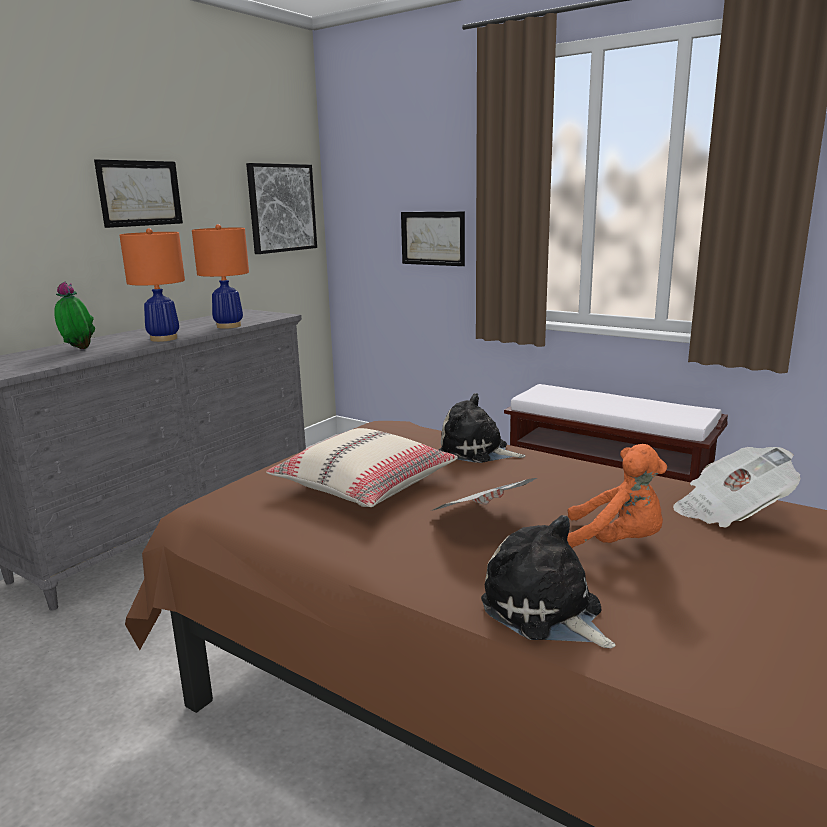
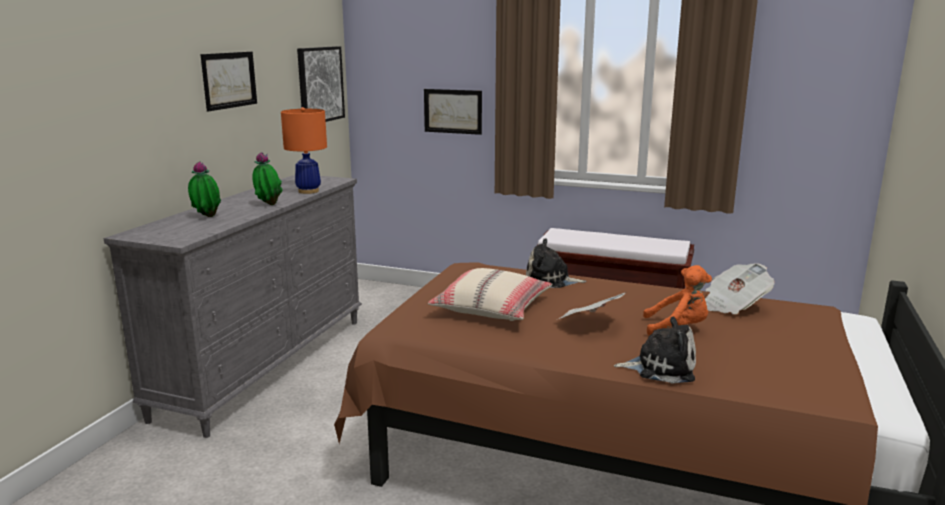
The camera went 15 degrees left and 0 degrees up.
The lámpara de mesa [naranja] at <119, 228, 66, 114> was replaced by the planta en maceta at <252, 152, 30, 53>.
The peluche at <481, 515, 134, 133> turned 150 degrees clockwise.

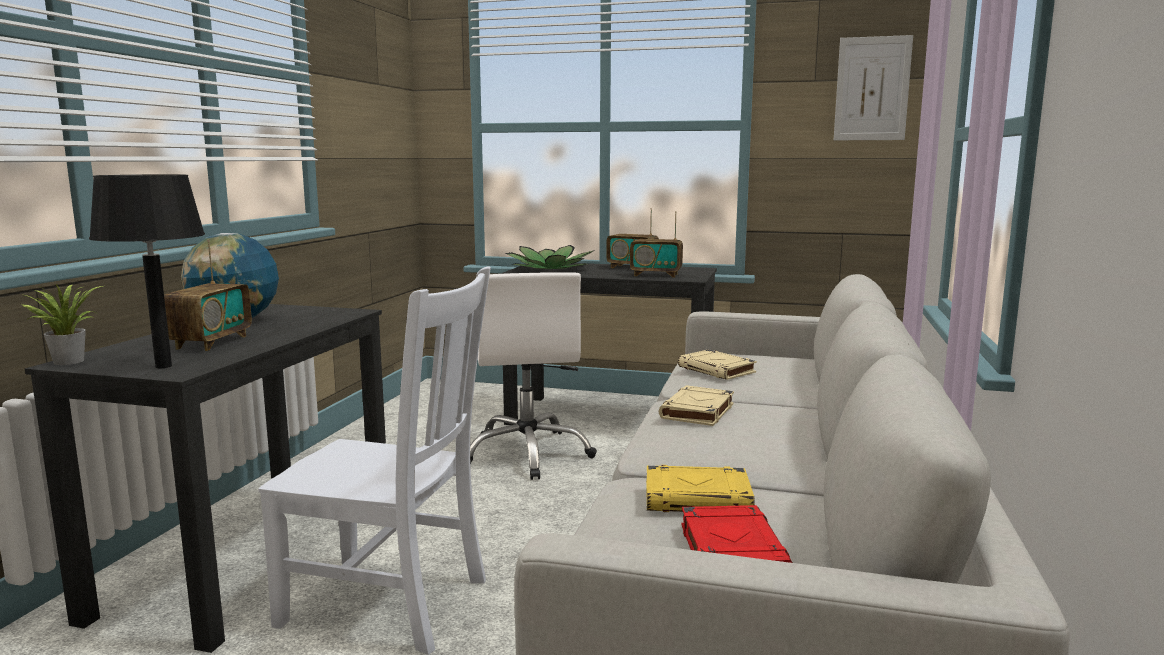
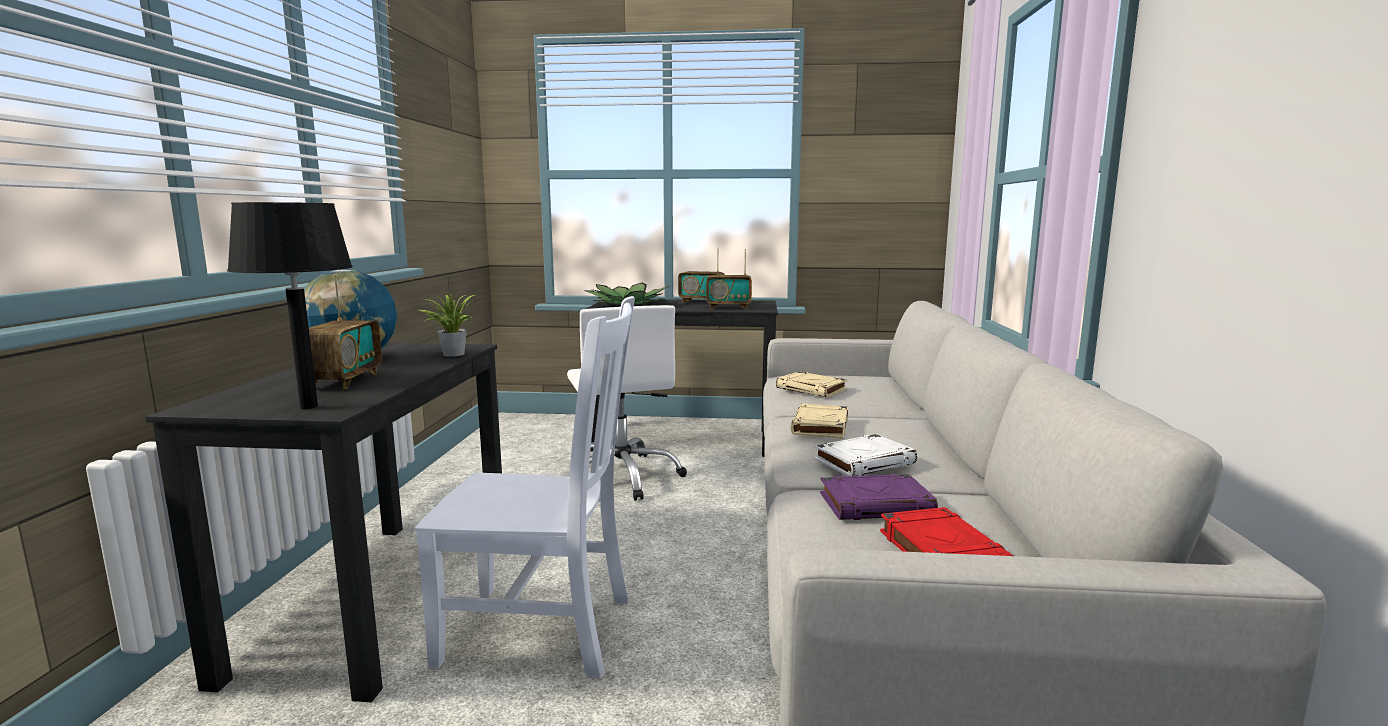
The camera went 10 degrees left and 0 degrees up.
The planta en maceta moved from <21, 283, 82, 82> to <419, 293, 56, 64>.
The libro [blanco] at <814, 434, 103, 42> appeared.
The libro [amarillo] at <646, 465, 109, 47> became the libro [morado] at <820, 474, 118, 46>.
The cuadro at <834, 35, 79, 105> disappeared.

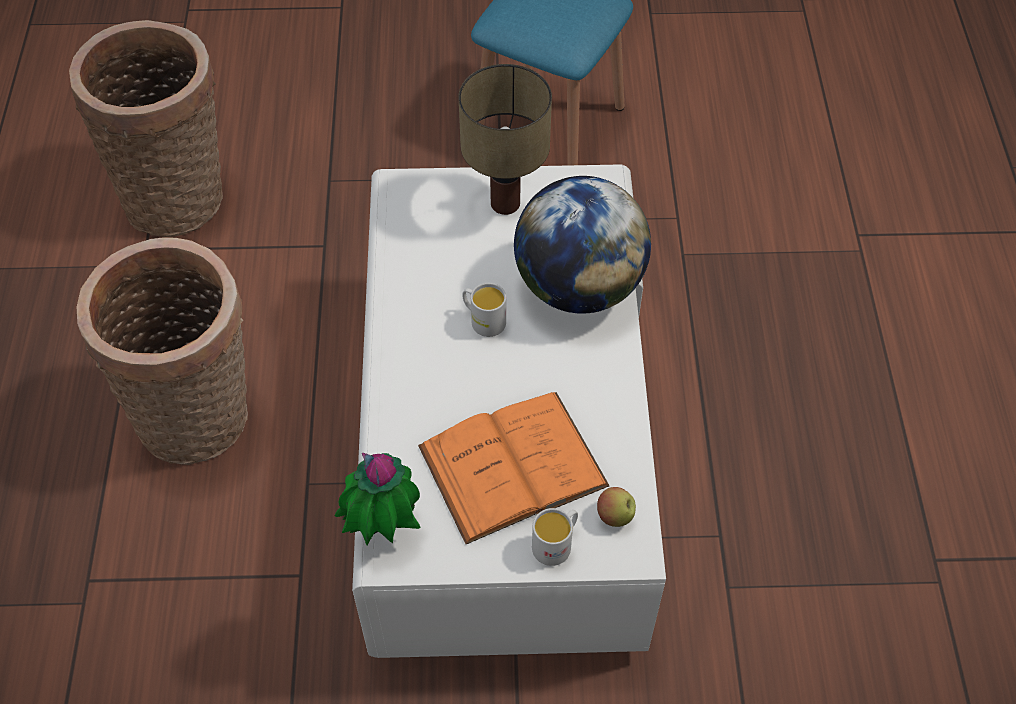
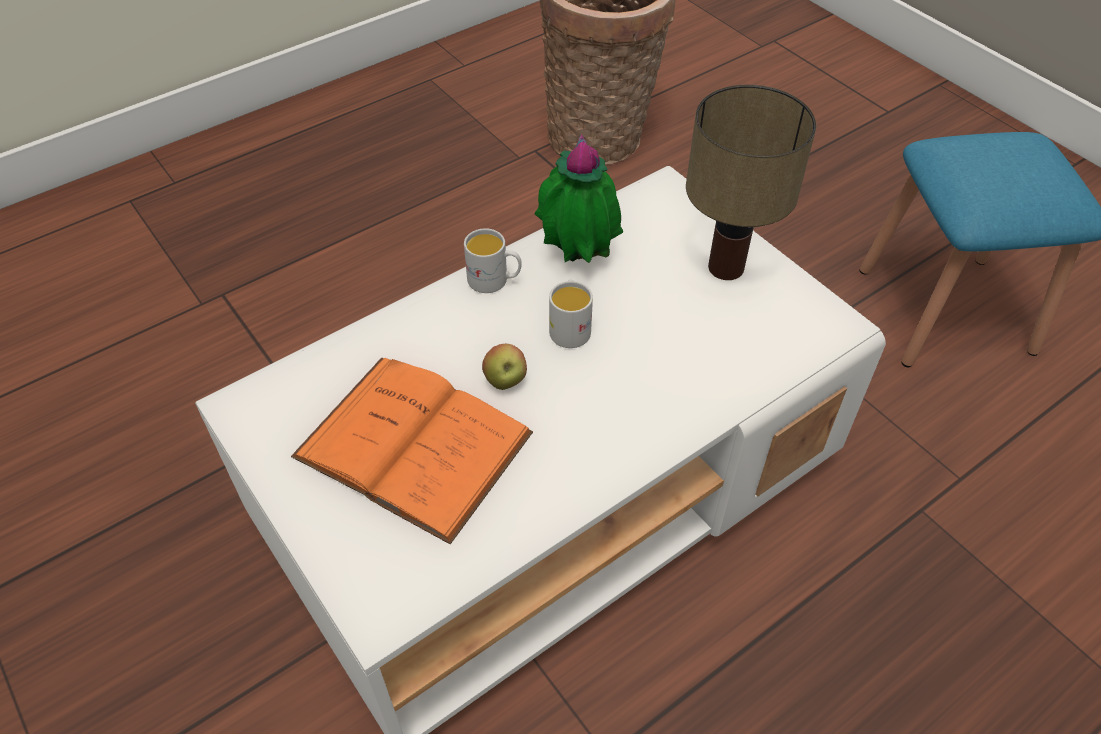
The camera went 55 degrees right and 5 degrees down.
The taza grande [blanco] moved from <532, 508, 46, 58> to <464, 228, 58, 65>.
The manzana moved from <597, 487, 39, 40> to <482, 344, 45, 46>.
The planta en maceta moved from <335, 453, 85, 92> to <535, 134, 88, 129>.
The cesta at <77, 237, 171, 228> disappeared.
The globo terráqueo at <514, 176, 137, 137> disappeared.

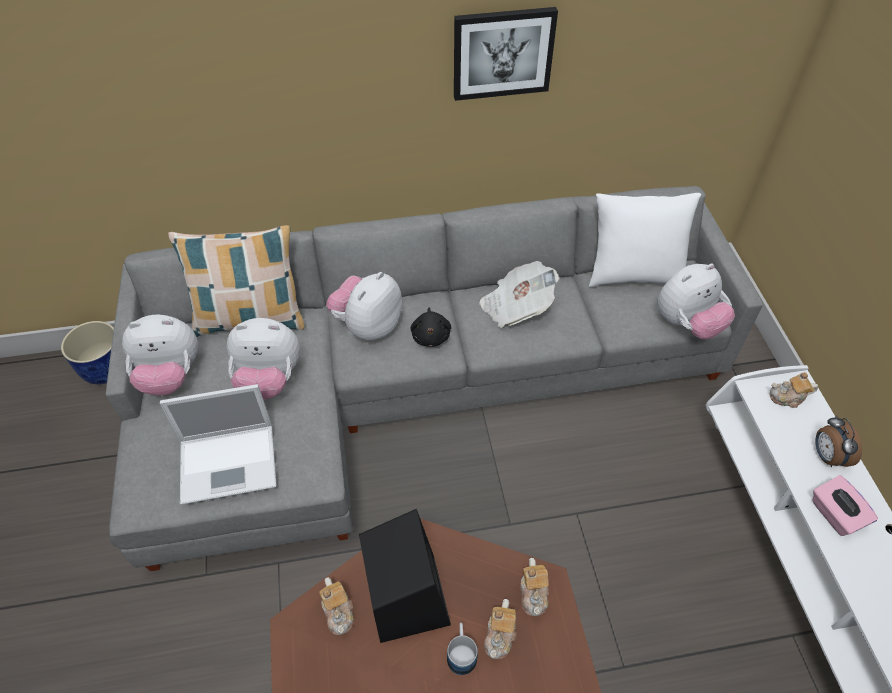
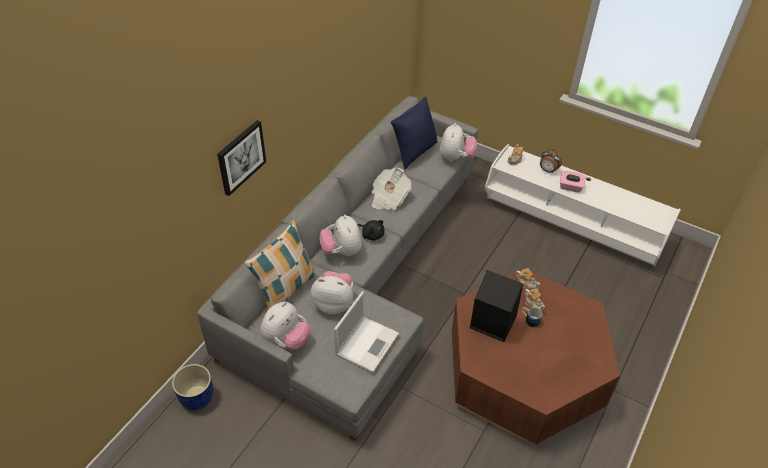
The camera went 50 degrees left and 5 degrees down.
The cuadro moved from <454, 7, 104, 94> to <217, 120, 49, 76>.
The peluche at <227, 318, 73, 82> turned 120 degrees counterclockwise.
The cojín [blanco] at <589, 193, 112, 94> became the cojín [azul] at <391, 97, 47, 73>.
The tetera at <319, 577, 34, 58> disappeared.

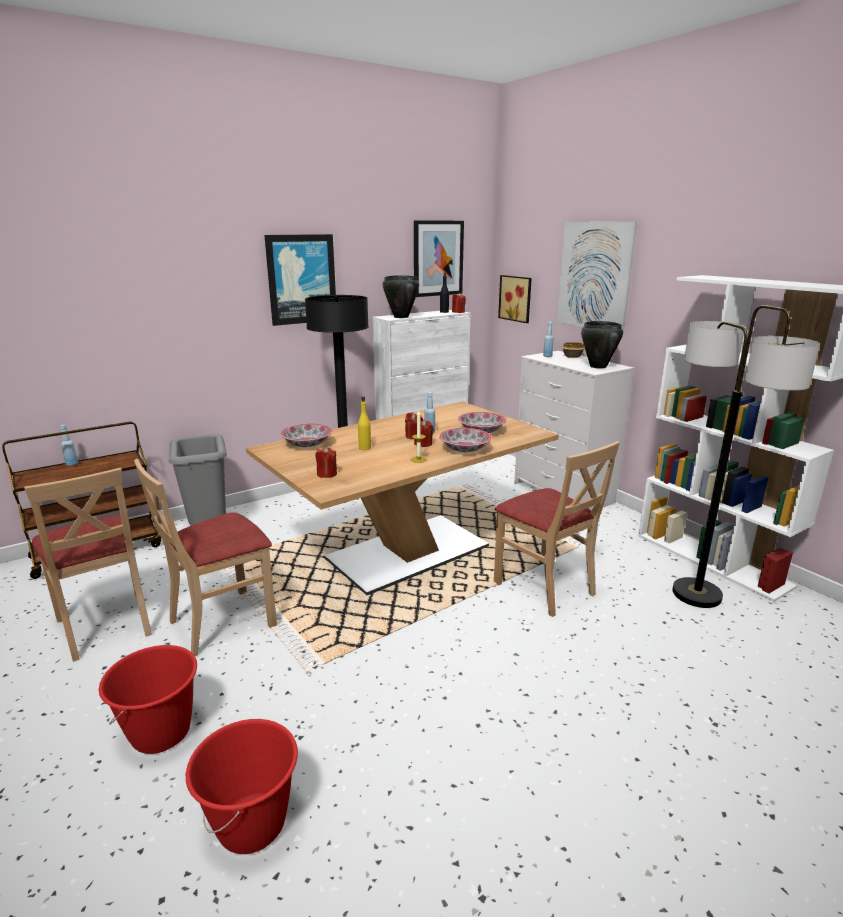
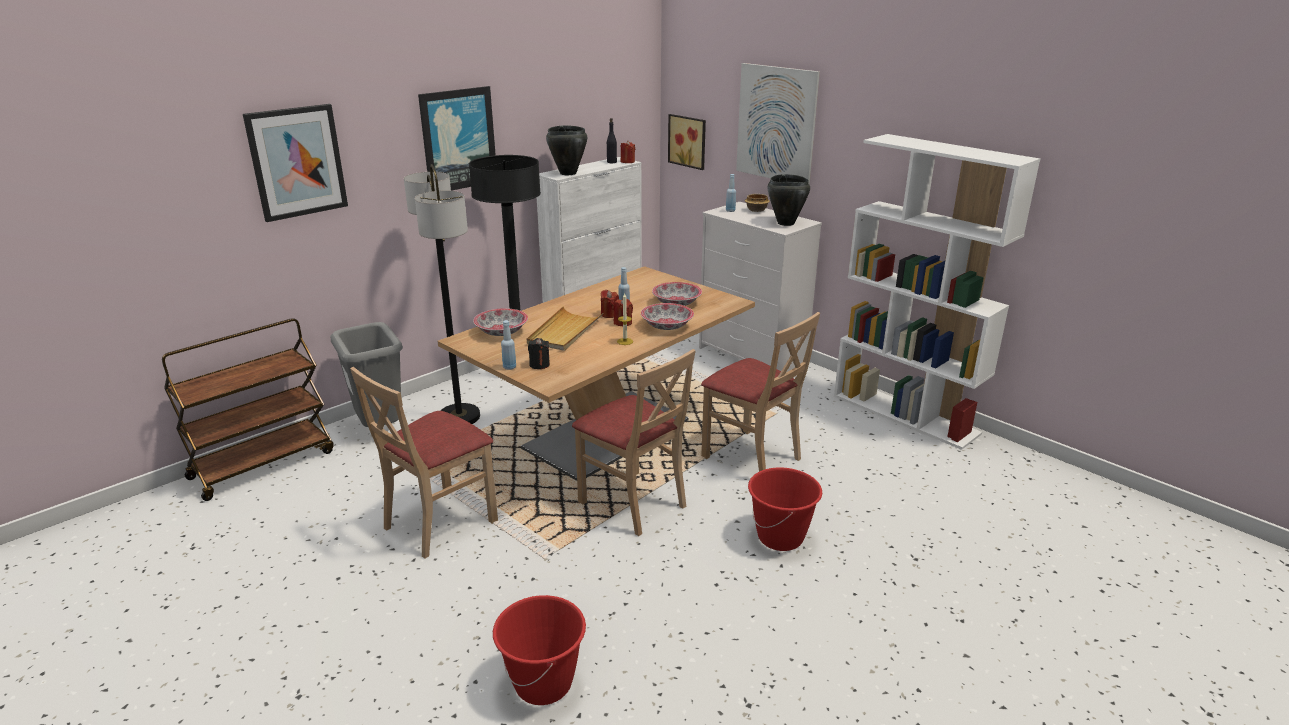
The camera went 10 degrees left and 5 degrees up.
The cuadro moved from <414, 220, 50, 77> to <243, 104, 105, 118>.
The lámpara de pie moved from <673, 305, 147, 303> to <404, 164, 76, 260>.
The botella [azul] moved from <60, 425, 18, 41> to <501, 320, 15, 50>.
The botella [amarillo] at <358, 396, 13, 54> was replaced by the bandeja [beis] at <527, 306, 76, 45>.
The vela [rojo] at <315, 447, 22, 31> became the vela [negro] at <528, 338, 22, 31>.
The silla [beis] moved from <24, 468, 128, 194> to <572, 349, 124, 187>.
The cubo [rojo] moved from <99, 645, 98, 109> to <748, 467, 74, 84>.

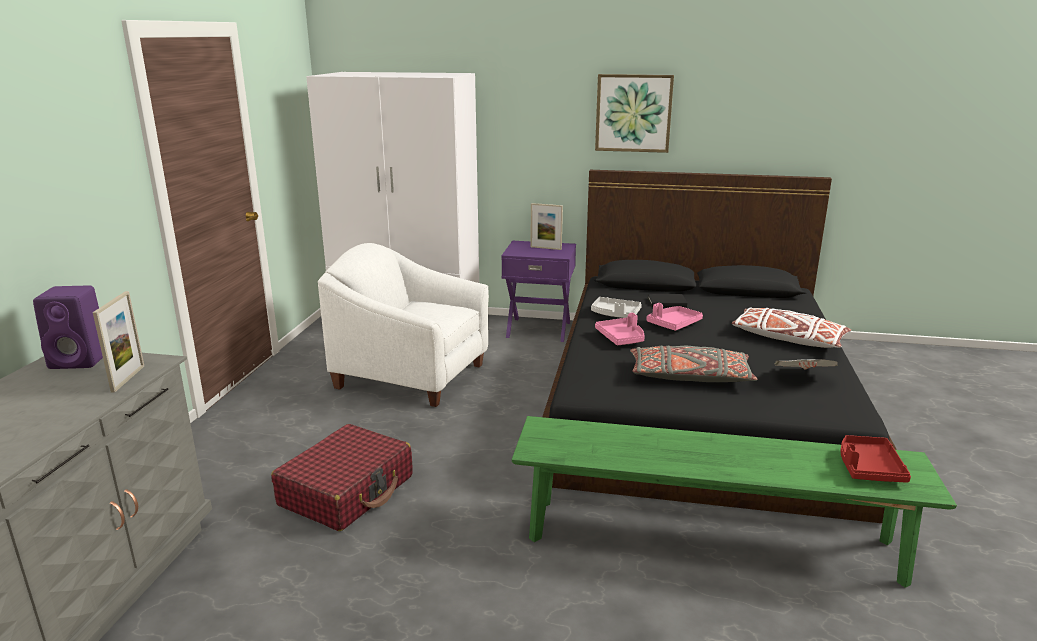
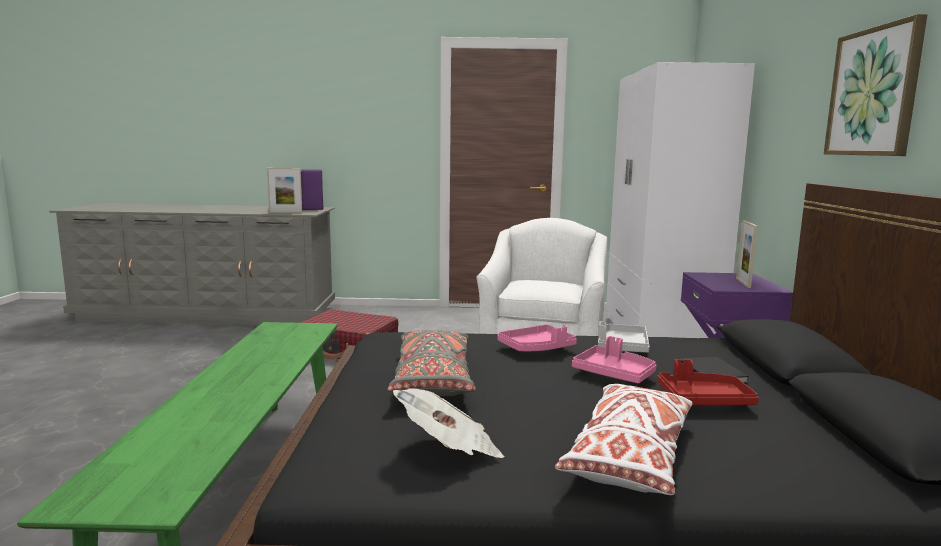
The camera went 80 degrees right and 10 degrees down.
The bandeja [rojo] moved from <841, 435, 70, 48> to <658, 359, 101, 46>.

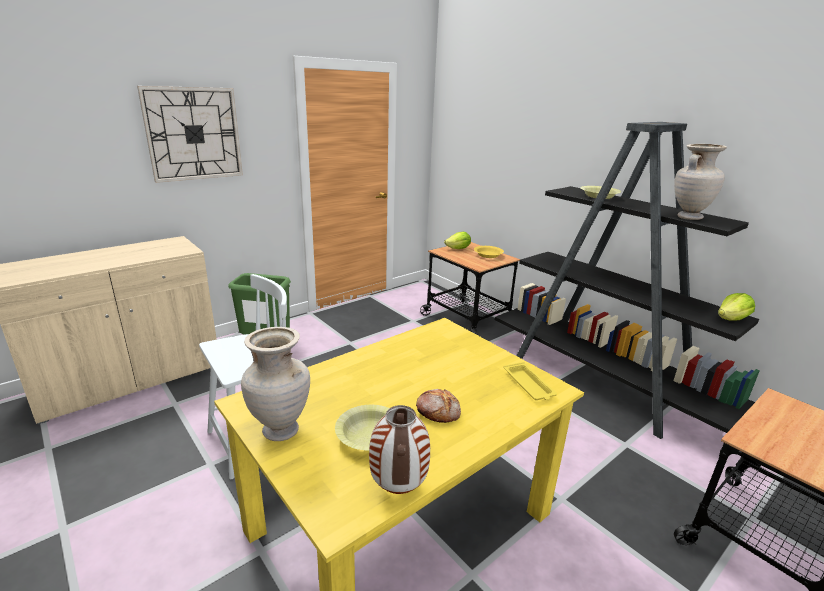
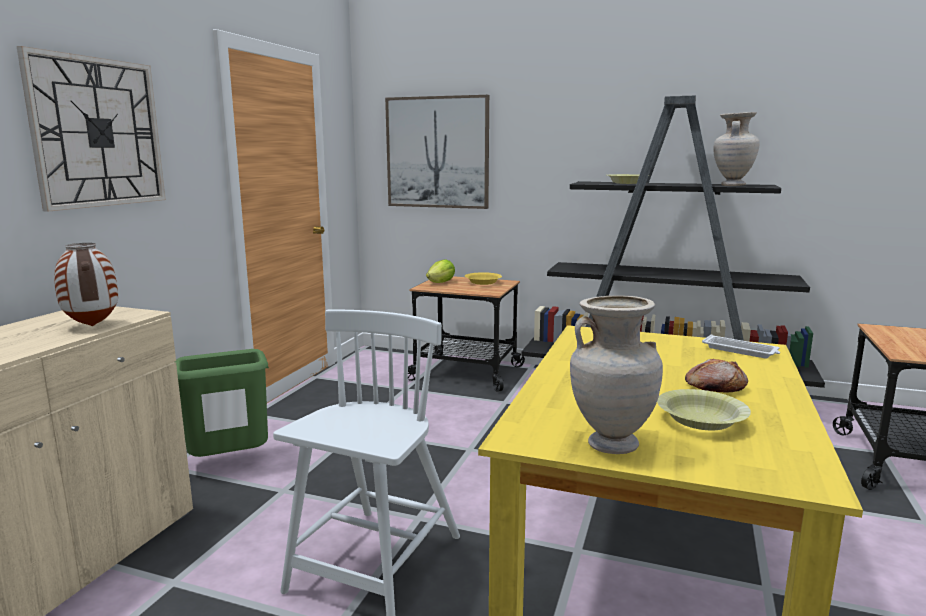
The camera went 30 degrees left and 10 degrees down.
The florero moved from <369, 405, 61, 89> to <54, 243, 64, 83>.
The cuadro at <385, 95, 104, 114> appeared.
The bandeja [amarillo] at <504, 362, 53, 38> became the bandeja [blanco] at <702, 334, 78, 25>.
The lechuga at <718, 293, 37, 28> disappeared.

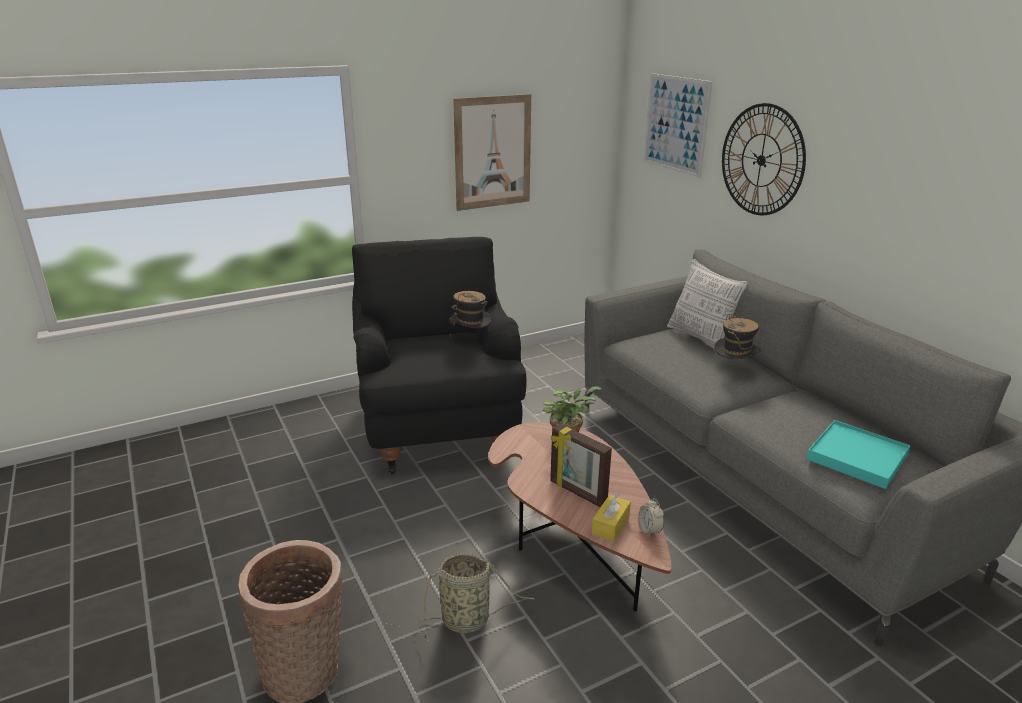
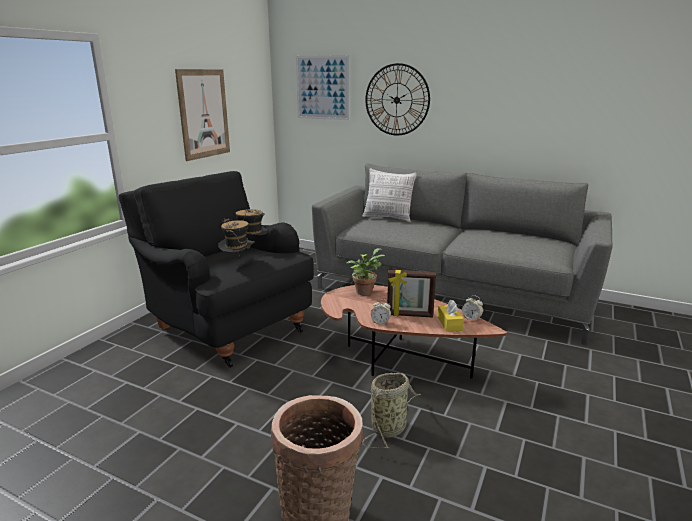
The camera went 35 degrees left and 5 degrees down.
The sombrero moved from <714, 314, 47, 46> to <218, 218, 36, 34>.
The despertador at <371, 299, 20, 26> appeared.
The bandeja [turquesa] at <807, 420, 104, 69> disappeared.

